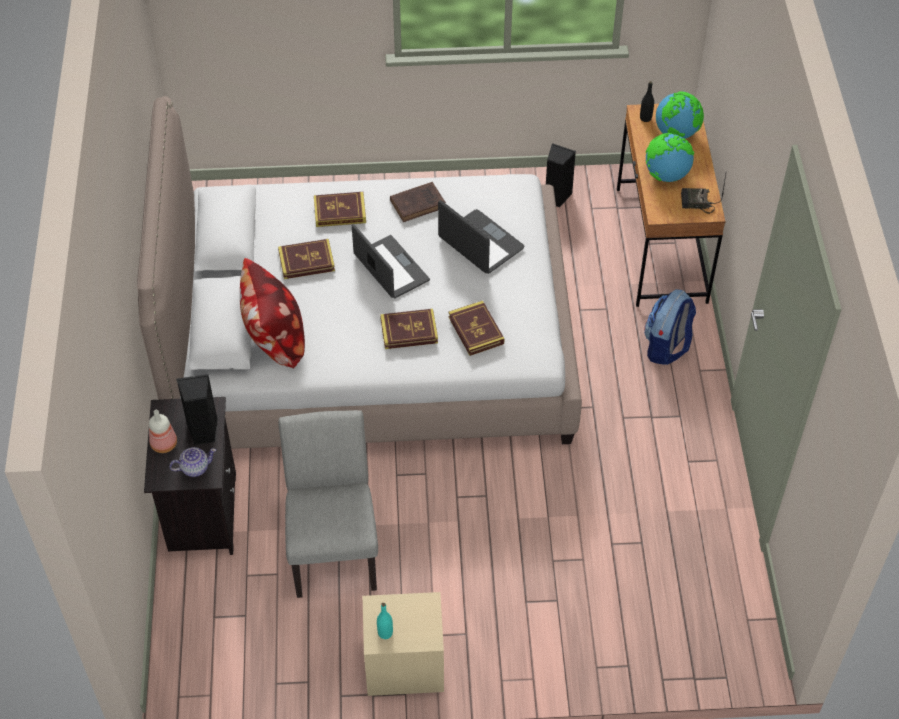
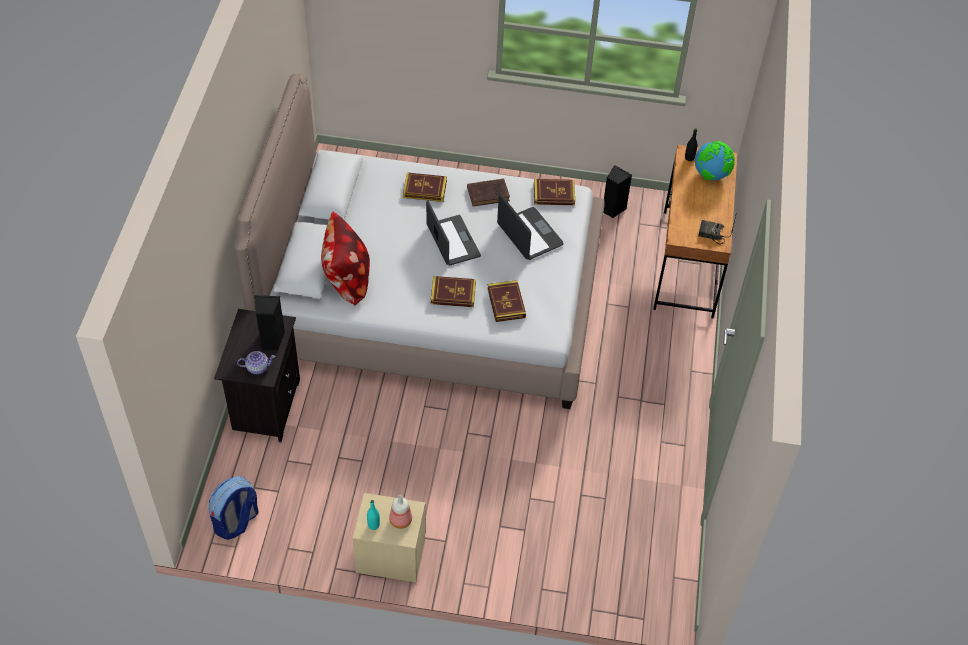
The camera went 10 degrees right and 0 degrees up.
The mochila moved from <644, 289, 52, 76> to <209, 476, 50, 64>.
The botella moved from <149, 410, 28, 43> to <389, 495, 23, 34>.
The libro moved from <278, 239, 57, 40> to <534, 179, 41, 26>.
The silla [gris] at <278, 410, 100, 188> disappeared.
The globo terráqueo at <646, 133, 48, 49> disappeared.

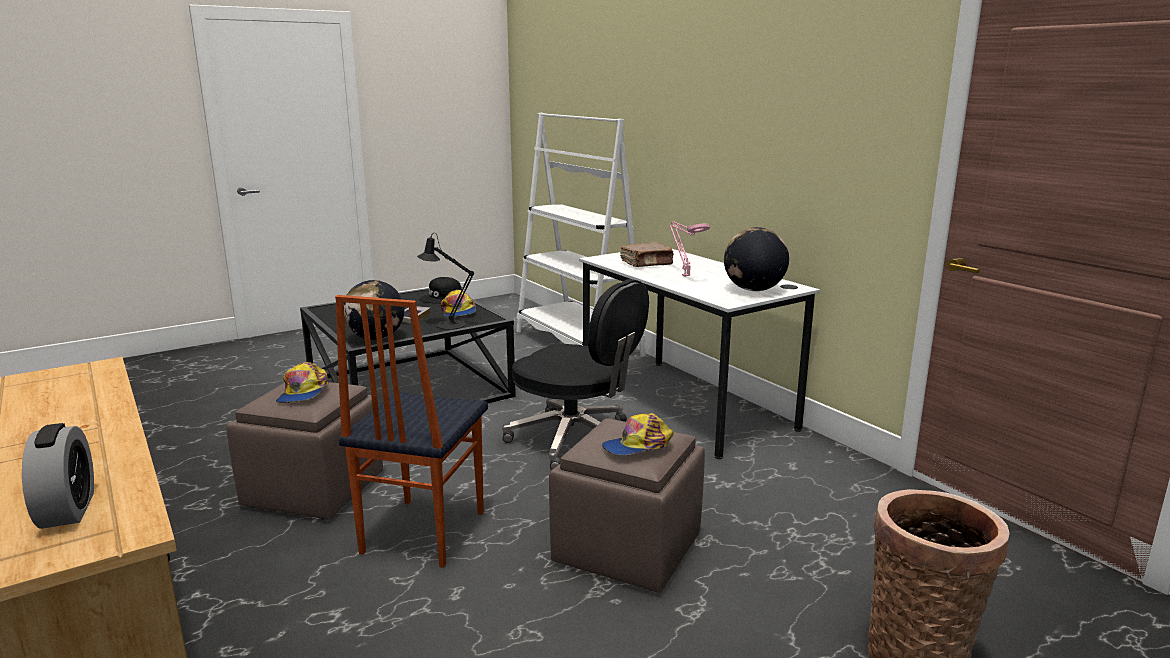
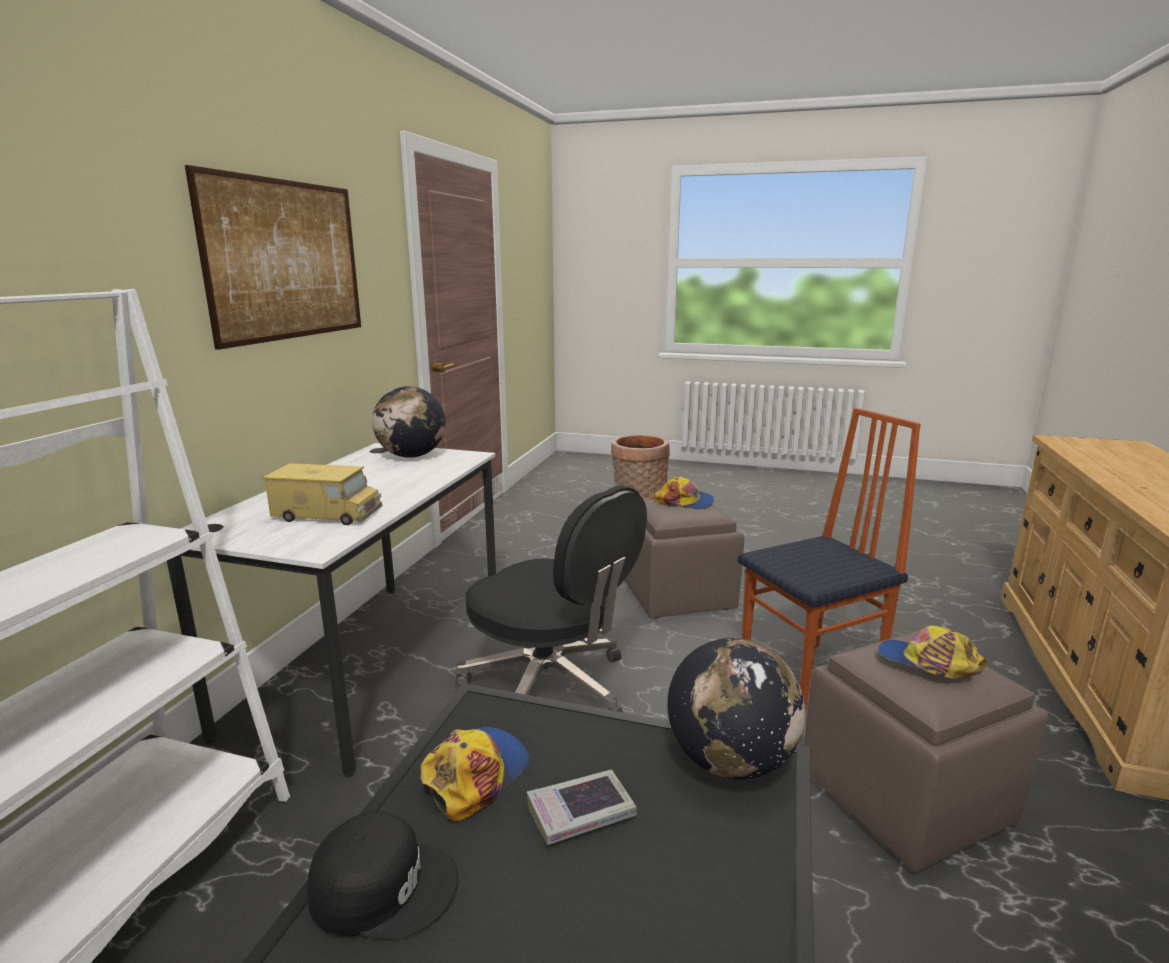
The camera went 130 degrees left and 0 degrees up.
The cuadro at <185, 165, 176, 185> appeared.
The libro [marrón] at <620, 242, 54, 25> was replaced by the camión de juguete at <262, 463, 120, 62>.
The silla de oficina [negro] at <502, 279, 147, 191> turned 135 degrees clockwise.
The gorra at <276, 362, 53, 41> turned 105 degrees counterclockwise.
The despertador at <22, 423, 72, 106> disappeared.
The lámpara de mesa [negro] at <417, 233, 57, 97> disappeared.
The lámpara de mesa [rosa] at <670, 221, 40, 56> disappeared.

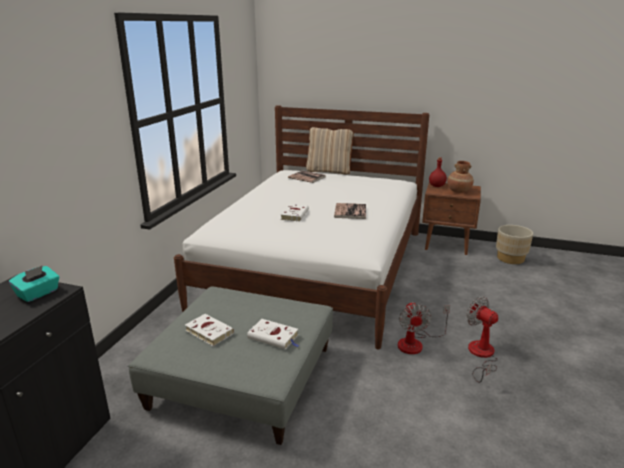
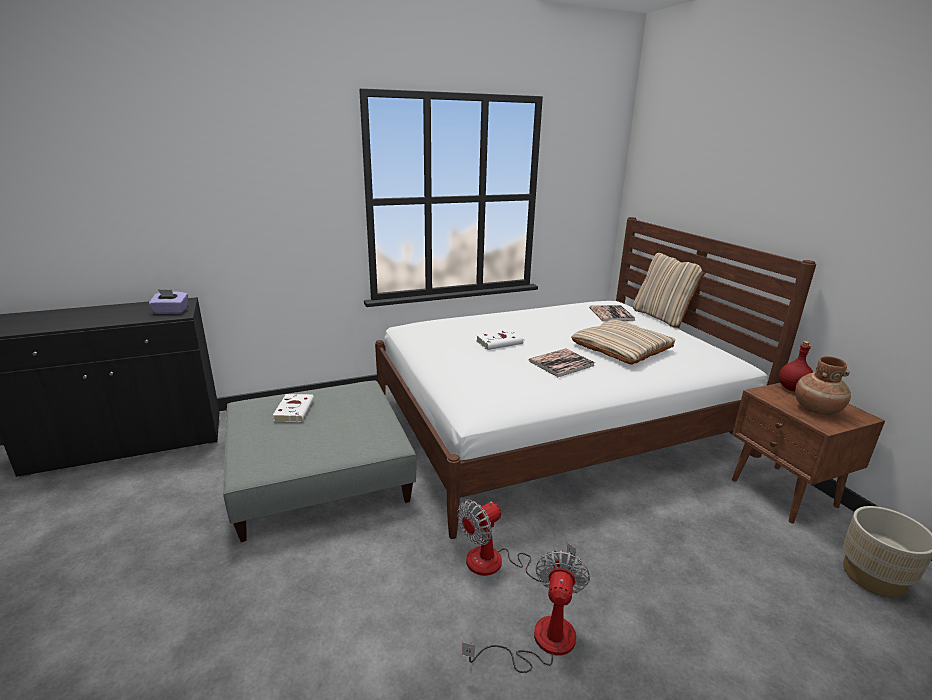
The camera went 50 degrees right and 0 degrees up.
The caja de pañuelos [turquesa] at <9, 265, 50, 37> became the caja de pañuelos [morado] at <149, 289, 39, 25>.
The cojín [beis] at <571, 319, 104, 46> appeared.
The libro [blanco] at <247, 319, 52, 30> disappeared.

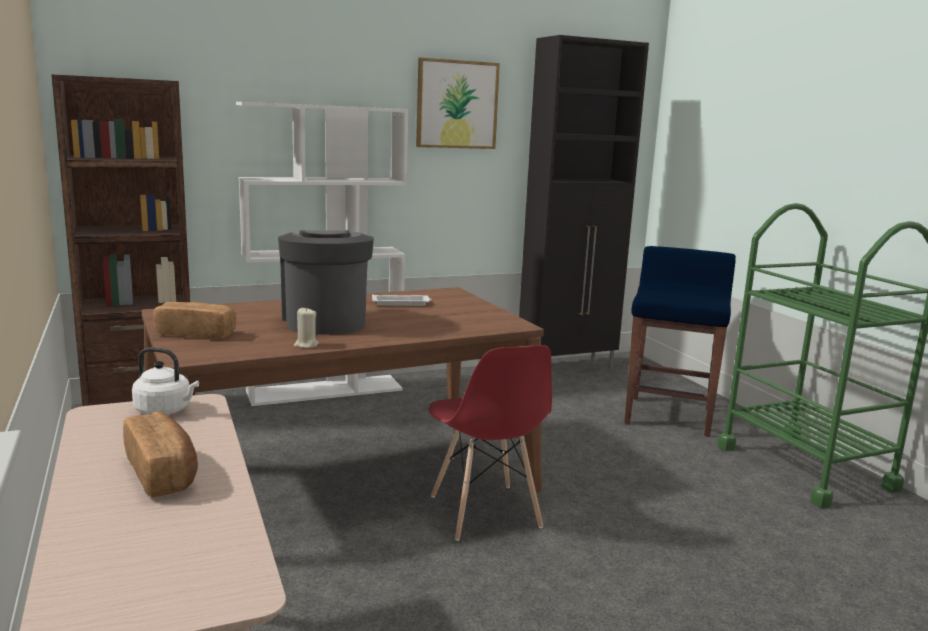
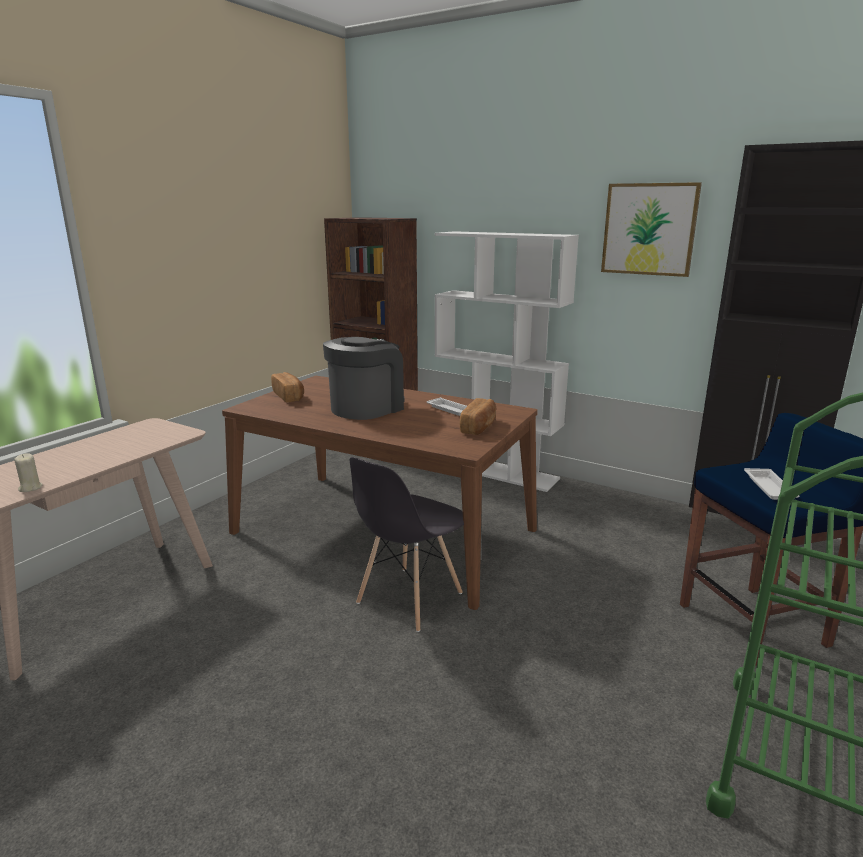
The camera went 55 degrees right and 5 degrees up.
The vela [beis] moved from <294, 308, 25, 40> to <14, 453, 29, 39>.
The silla [rojo] at <428, 345, 124, 196> became the silla [gris] at <350, 457, 114, 175>.
The pan moved from <123, 412, 75, 86> to <460, 398, 36, 37>.
The bandeja [blanco] at <744, 468, 55, 32> appeared.
The hervidor [blanco] at <132, 347, 67, 68> disappeared.

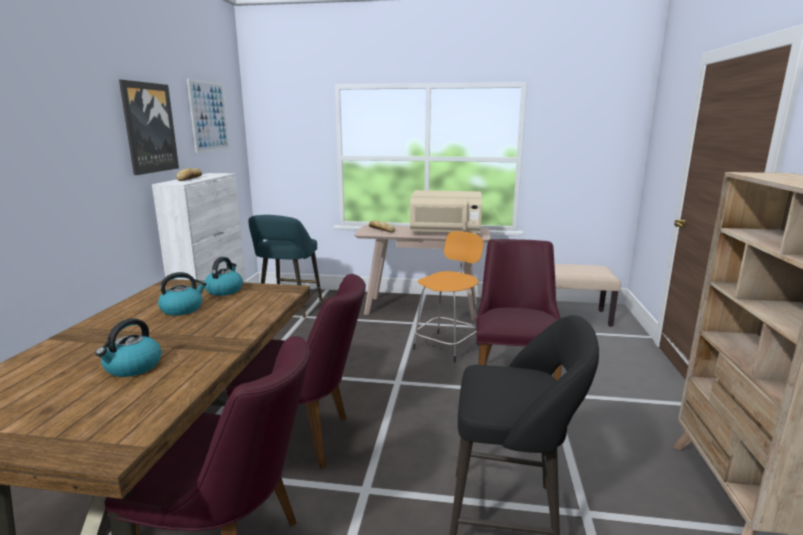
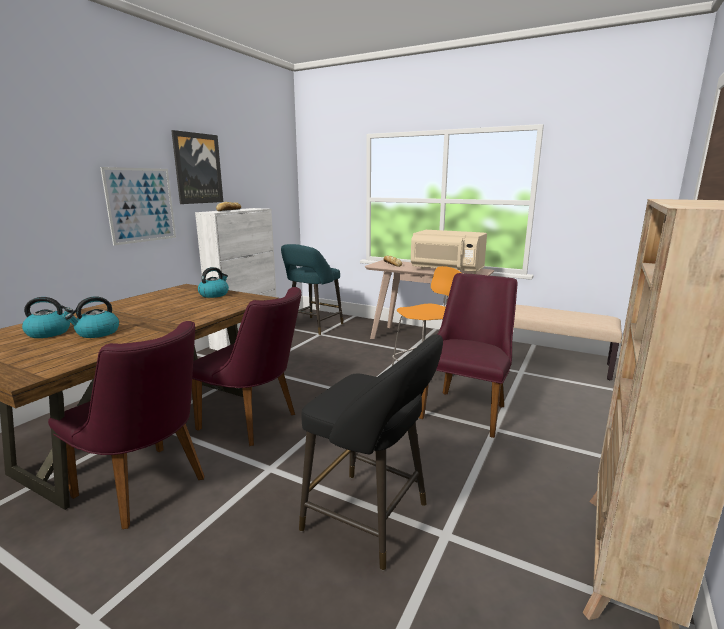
The camera went 20 degrees right and 0 degrees up.
The hervidor moved from <158, 272, 49, 44> to <22, 297, 51, 41>.
The cuadro moved from <187, 78, 43, 75> to <100, 167, 76, 78>.

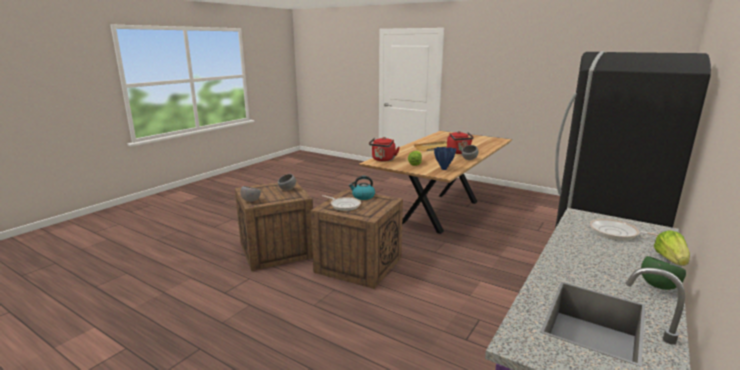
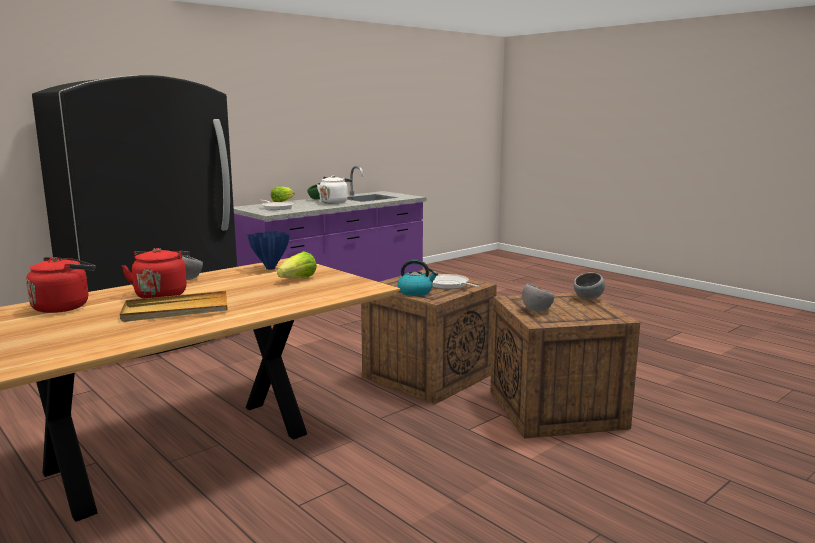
The camera went 165 degrees left and 5 degrees down.
The hervidor [rojo] moved from <369, 137, 31, 25> to <26, 257, 70, 56>.
The hervidor [blanco] at <317, 175, 35, 29> appeared.

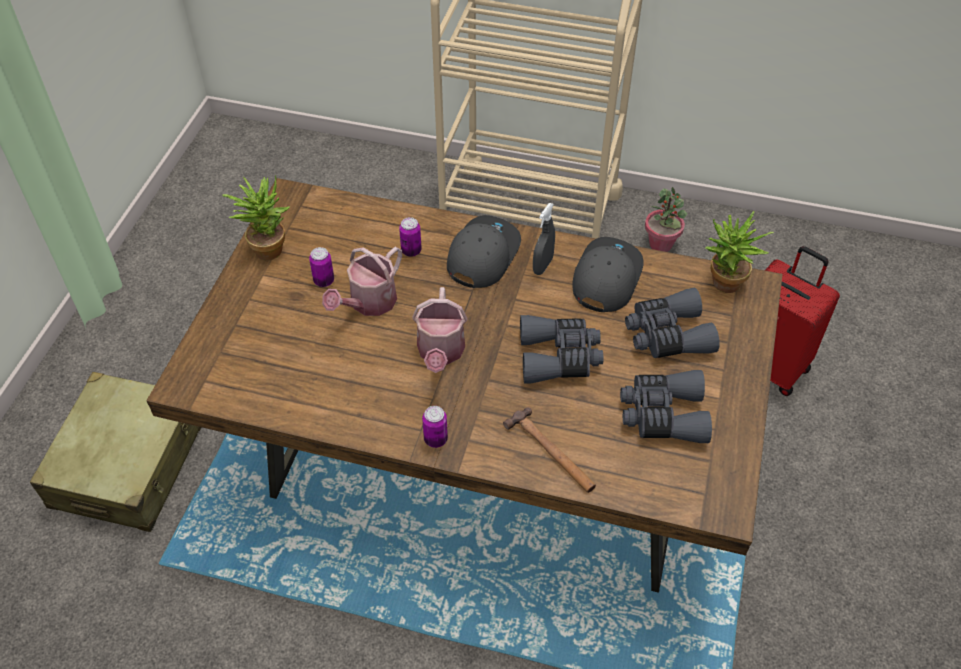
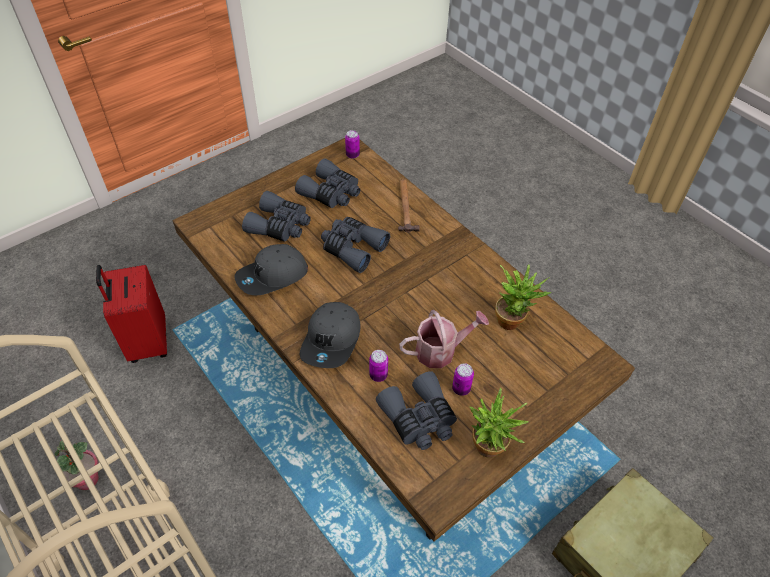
The camera went 145 degrees left and 0 degrees up.
The gorra [gris] at <447, 215, 74, 73> turned 45 degrees counterclockwise.
The lata moved from <422, 406, 26, 42> to <345, 130, 15, 29>.
The prismáticos [gris] at <376, 371, 81, 79> appeared.
The planta en maceta moved from <705, 211, 69, 82> to <495, 264, 56, 66>.
The regadera at <412, 287, 55, 86> disappeared.
The pulverizador [gris] at <533, 203, 22, 72> disappeared.

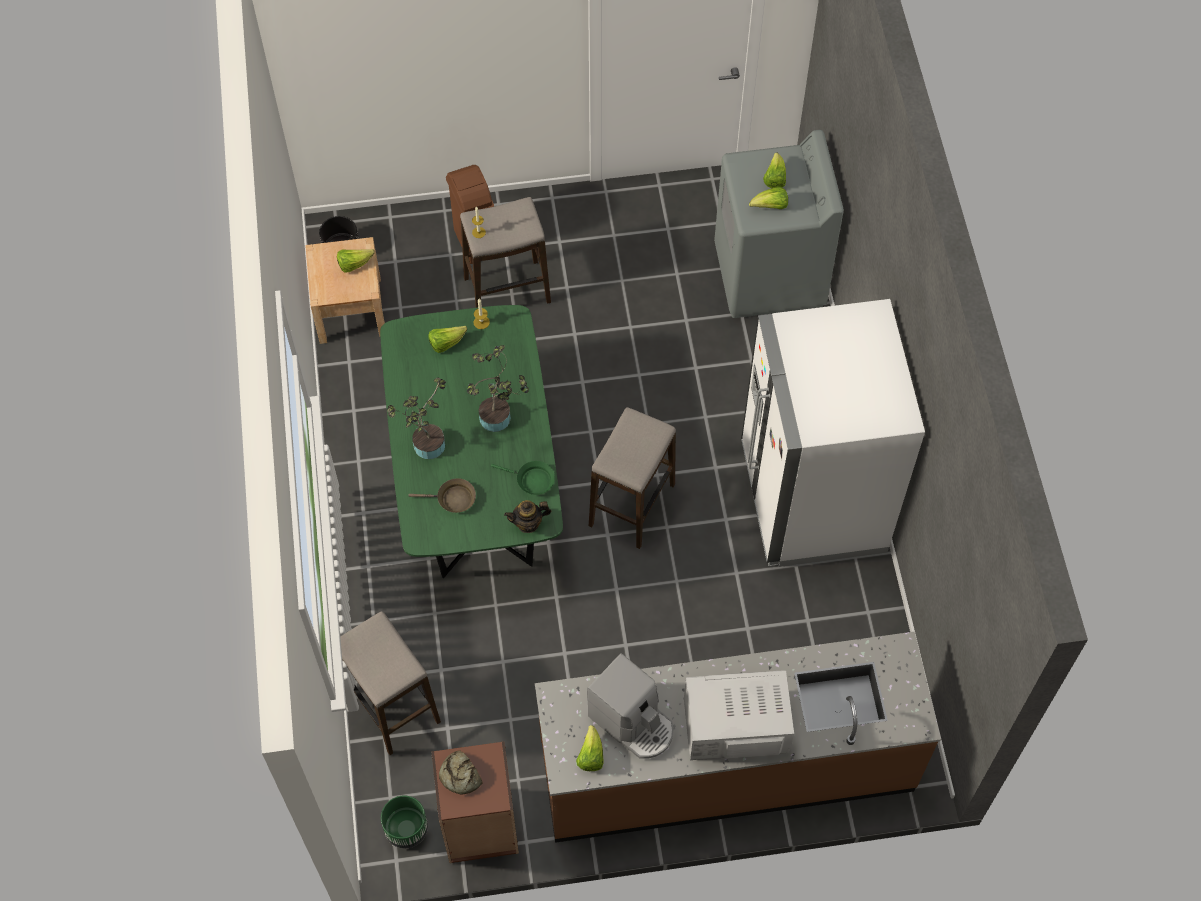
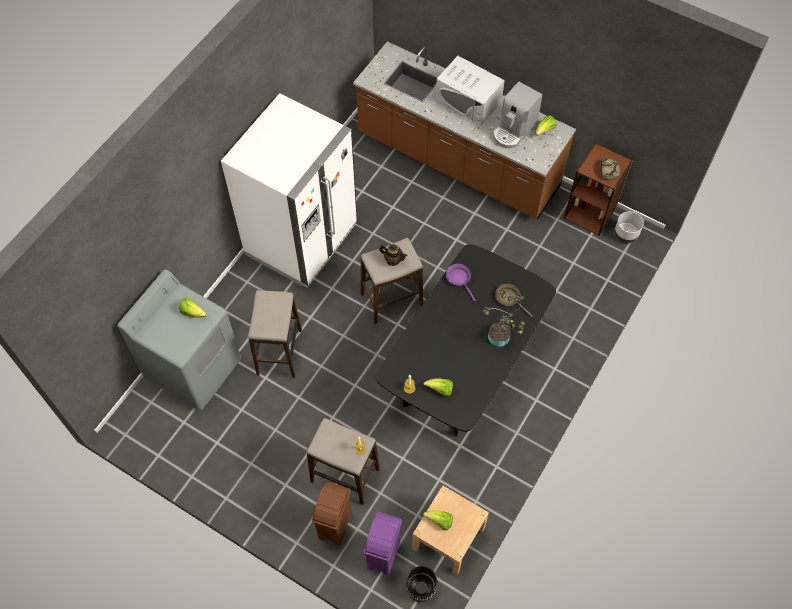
The camera went 140 degrees left and 0 degrees up.
The taburete moved from <340, 611, 101, 144> to <248, 290, 54, 88>.
The papelera [morado] at <364, 512, 38, 64> appeared.
The mesa de comedor [verde] at <380, 305, 183, 273> became the mesa de comedor [negro] at <376, 244, 180, 193>.
The tetera moved from <504, 500, 47, 33> to <379, 243, 28, 23>.
The sartén [verde] at <491, 461, 64, 34> became the sartén [morado] at <446, 264, 30, 37>.
The cafetera at <587, 653, 86, 105> turned 135 degrees counterclockwise.
The maceta [verde] at <381, 796, 47, 52> became the maceta [gris] at <614, 212, 30, 31>.
The planta en maceta at <467, 345, 62, 87> disappeared.
The lechuga at <763, 153, 23, 36> disappeared.

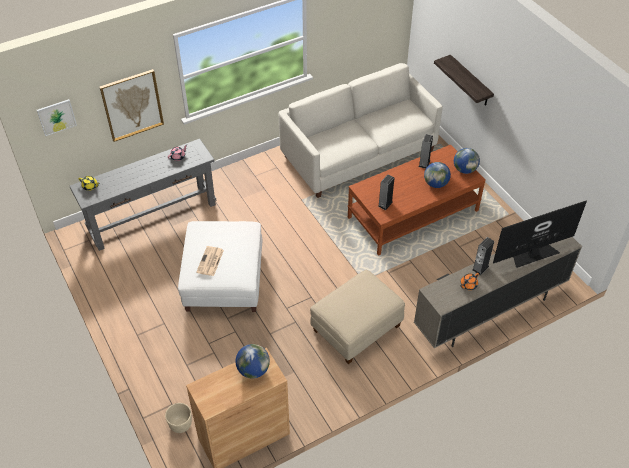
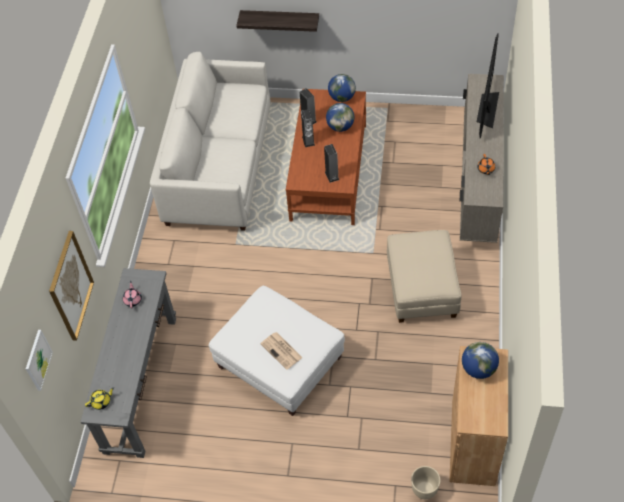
The camera went 50 degrees left and 5 degrees up.
The altavoz moved from <472, 237, 22, 38> to <301, 109, 14, 38>.

